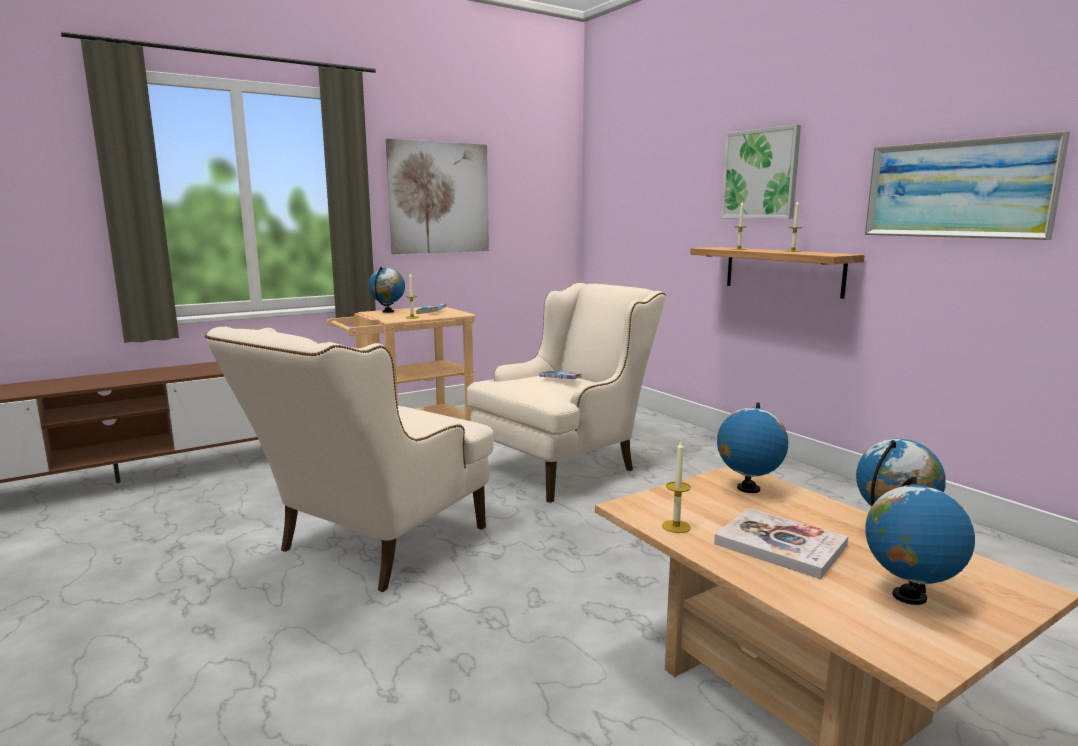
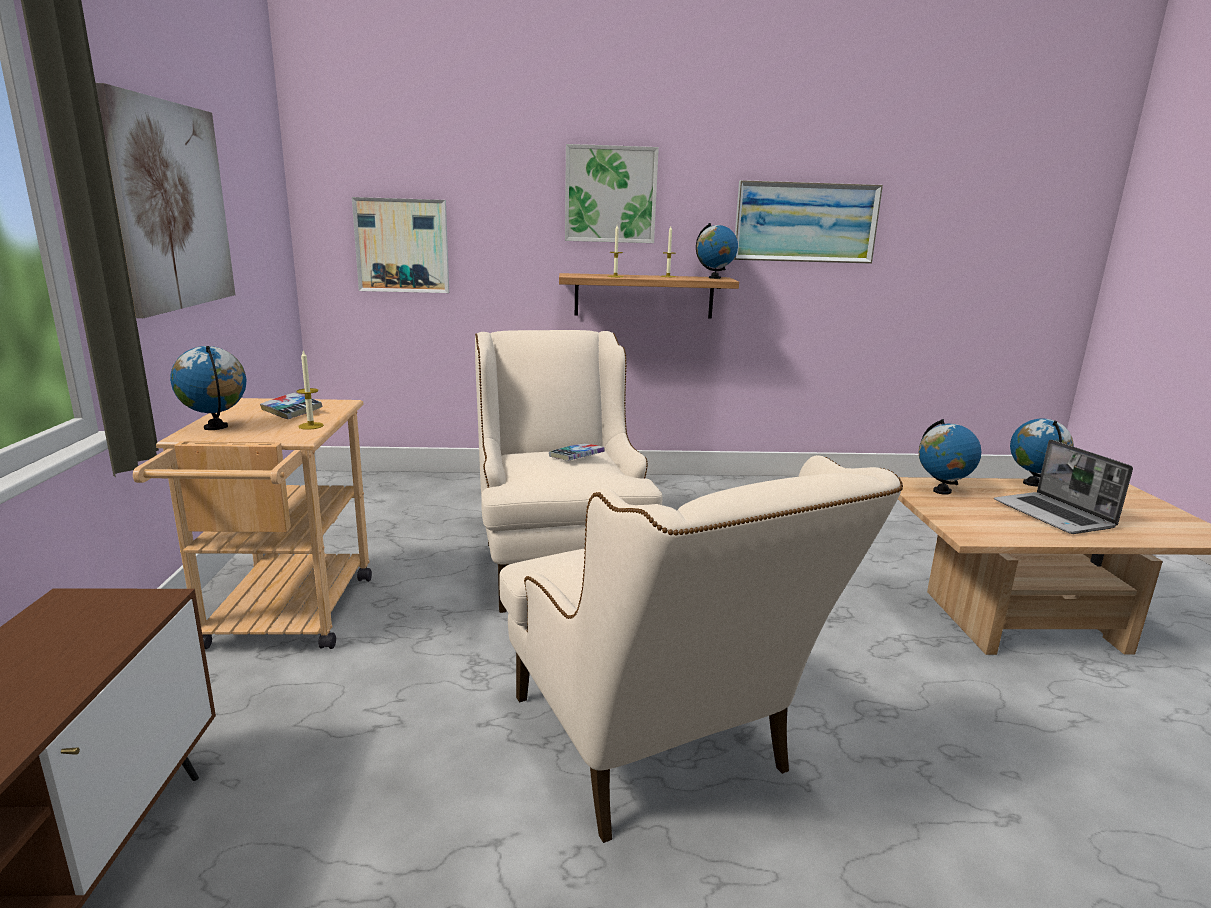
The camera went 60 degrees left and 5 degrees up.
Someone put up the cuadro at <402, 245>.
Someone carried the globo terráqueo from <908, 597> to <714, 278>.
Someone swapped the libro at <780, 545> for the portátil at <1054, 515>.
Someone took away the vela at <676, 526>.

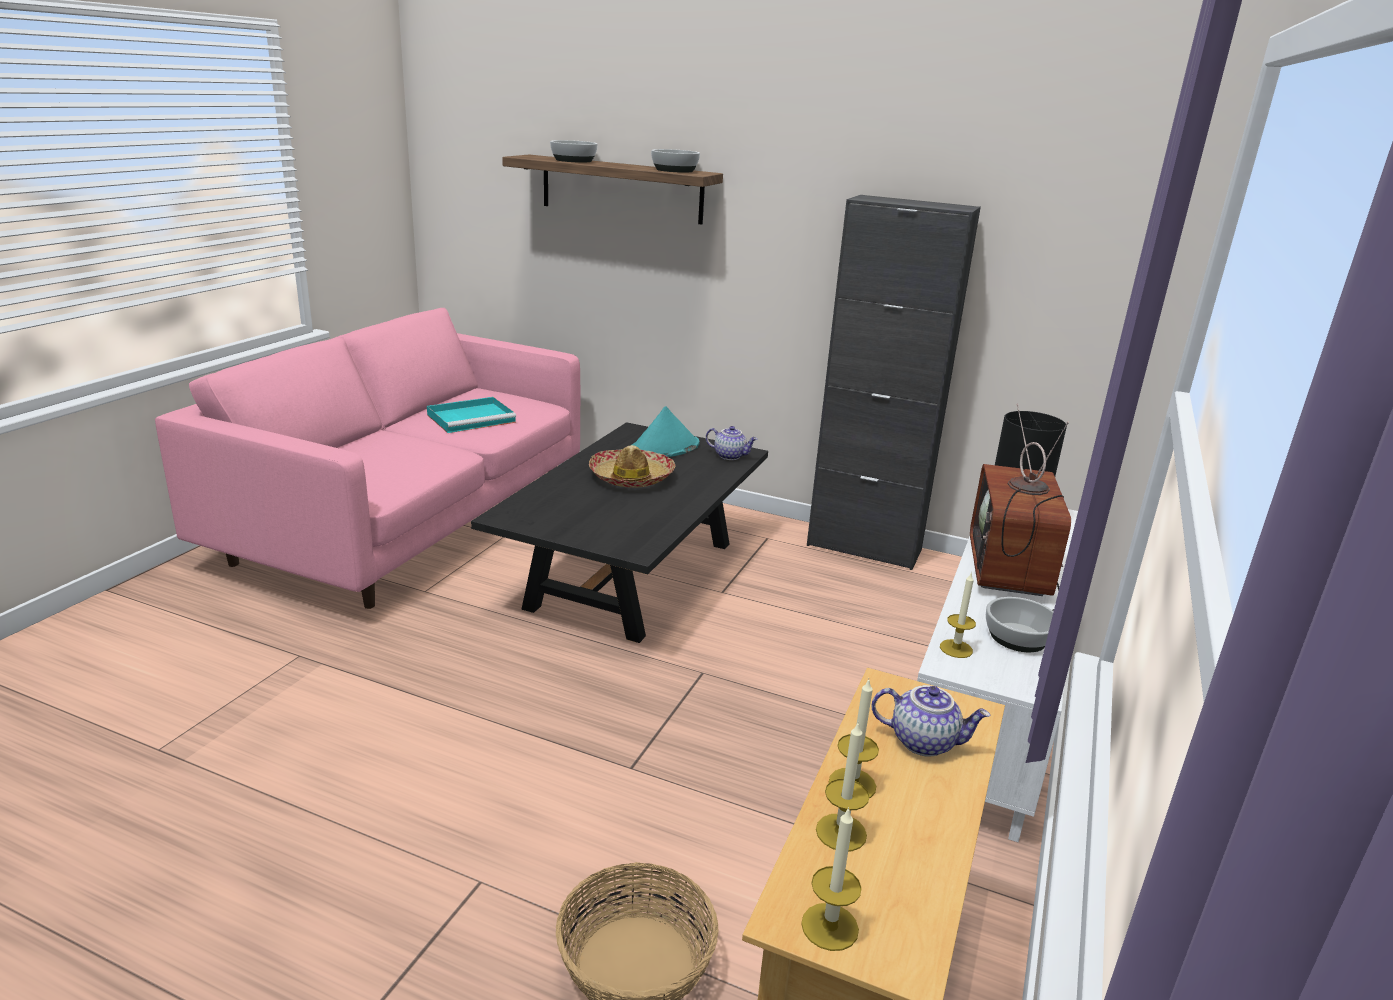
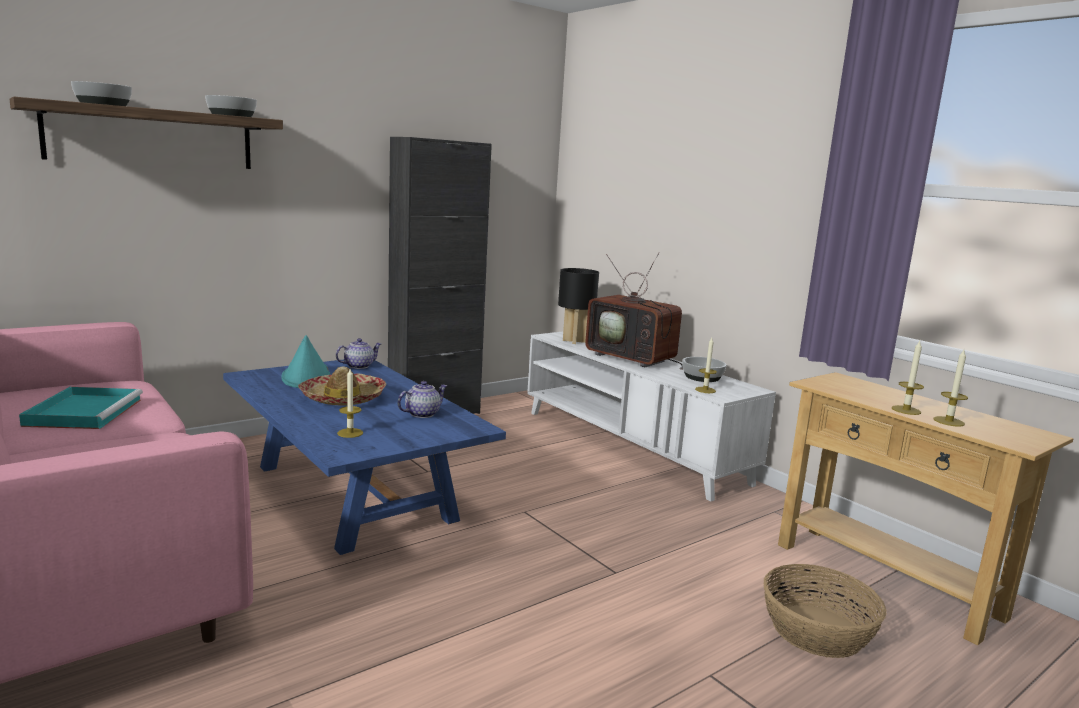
The camera went 60 degrees left and 10 degrees down.
Someone repainted the mesa de centro (negro) at <632, 574>, which became the mesa de centro (azul) at <353, 493>.
Someone carried the vela from <830, 926> to <350, 433>.
Someone carried the tetera from <924, 741> to <422, 414>.

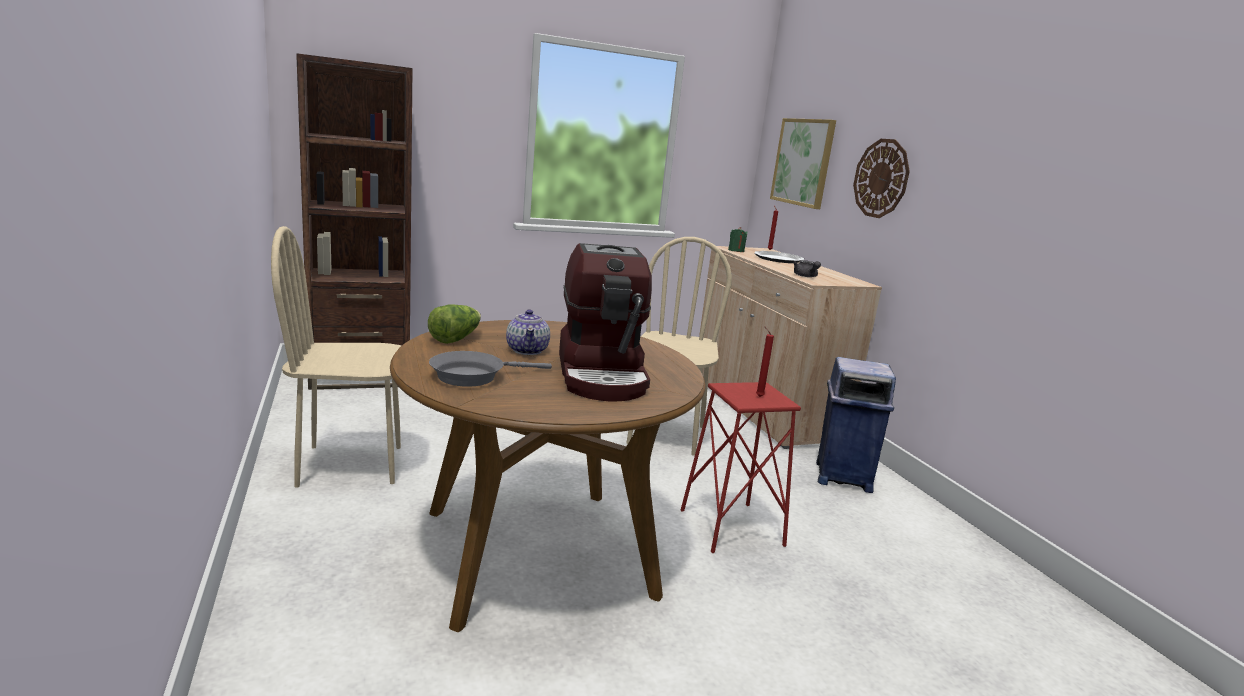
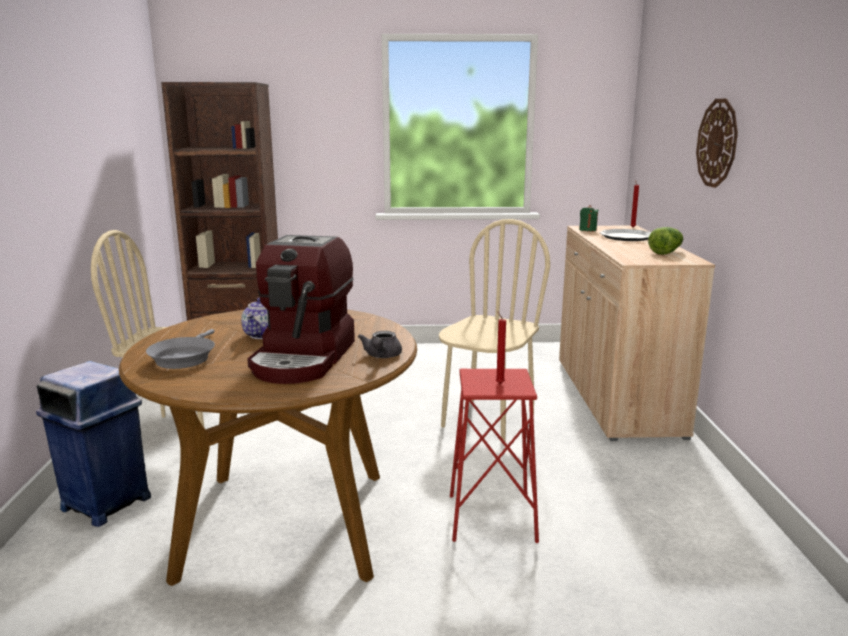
The camera went 20 degrees right and 0 degrees up.
Someone carried the papelera (azul) from <841, 476> to <105, 503>.
Someone rotated the sartén (gris) at <473, 376> by 75 degrees counterclockwise.
Someone carried the tetera (gris) from <806, 276> to <381, 356>.
Someone carried the lechuga from <455, 338> to <665, 252>.
Someone took away the cuadro at <803, 162>.

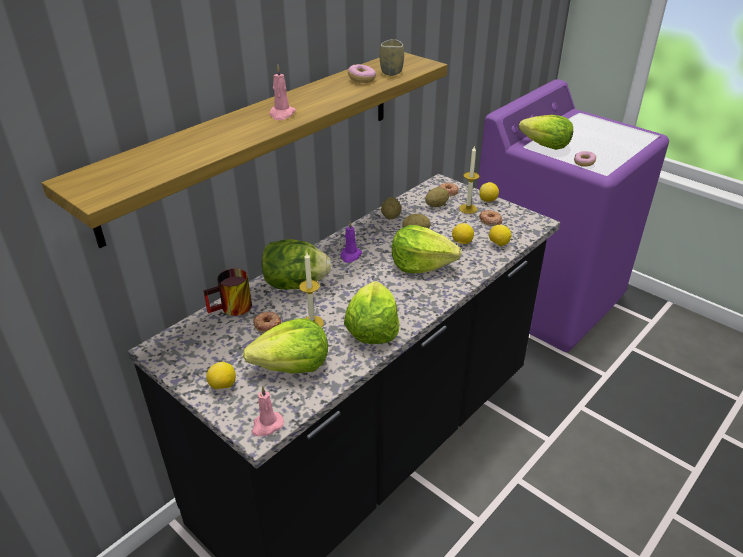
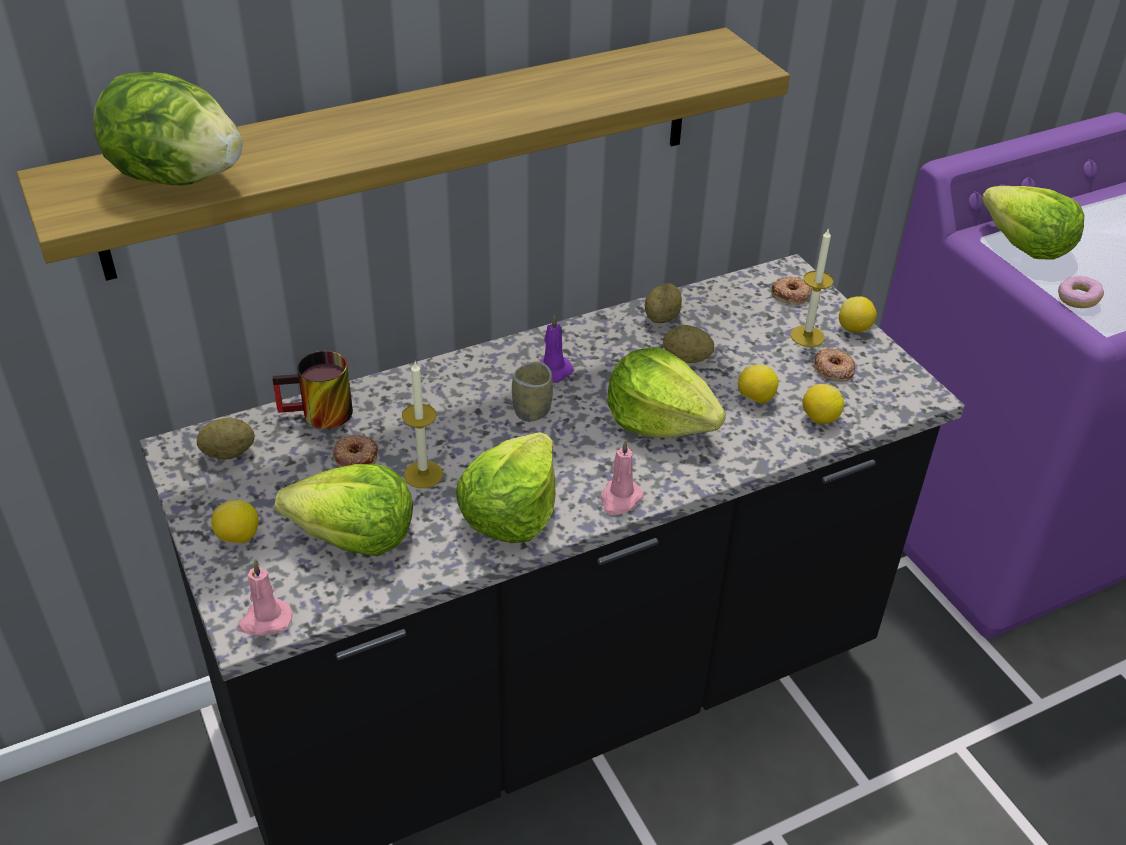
The camera went 20 degrees right and 5 degrees up.
Someone carried the lechuga from <295, 284> to <176, 178>.
Someone carried the patata from <436, 205> to <228, 453>.
Someone carried the taza from <391, 72> to <532, 411>.
Someone carried the vela (rosa) from <282, 114> to <620, 499>.
Someone took away the rosquilla at <362, 80>.

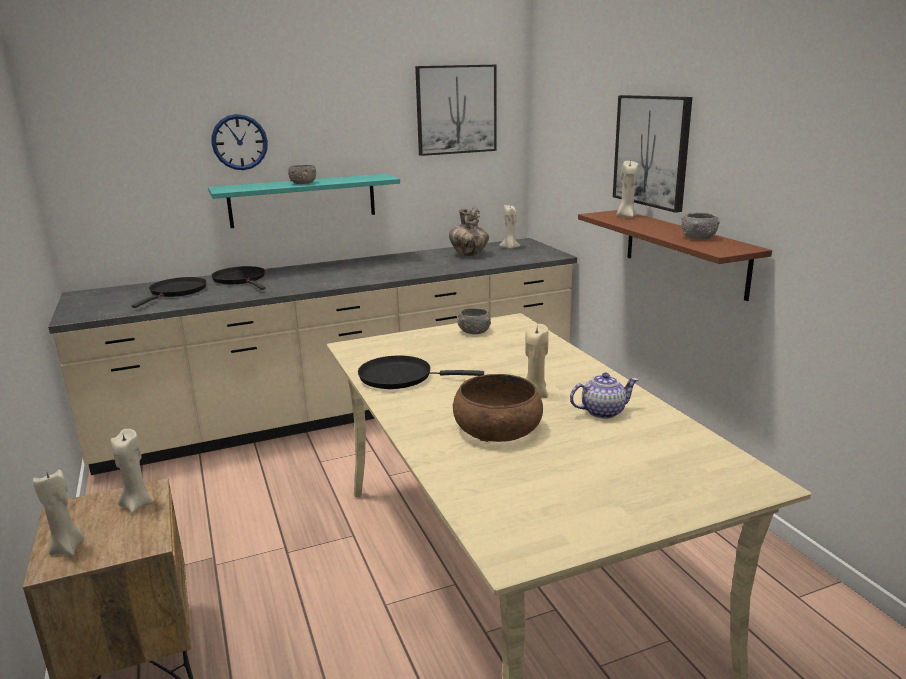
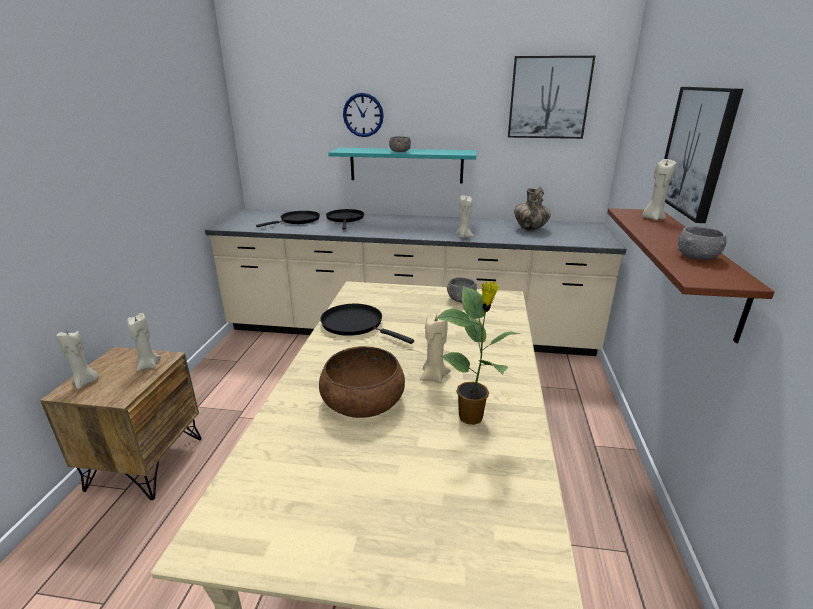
The camera went 30 degrees right and 5 degrees up.
Someone swapped the tetera at <603, 411> for the planta en maceta at <472, 417>.
Someone carried the vela (beis) from <509, 248> to <463, 236>.

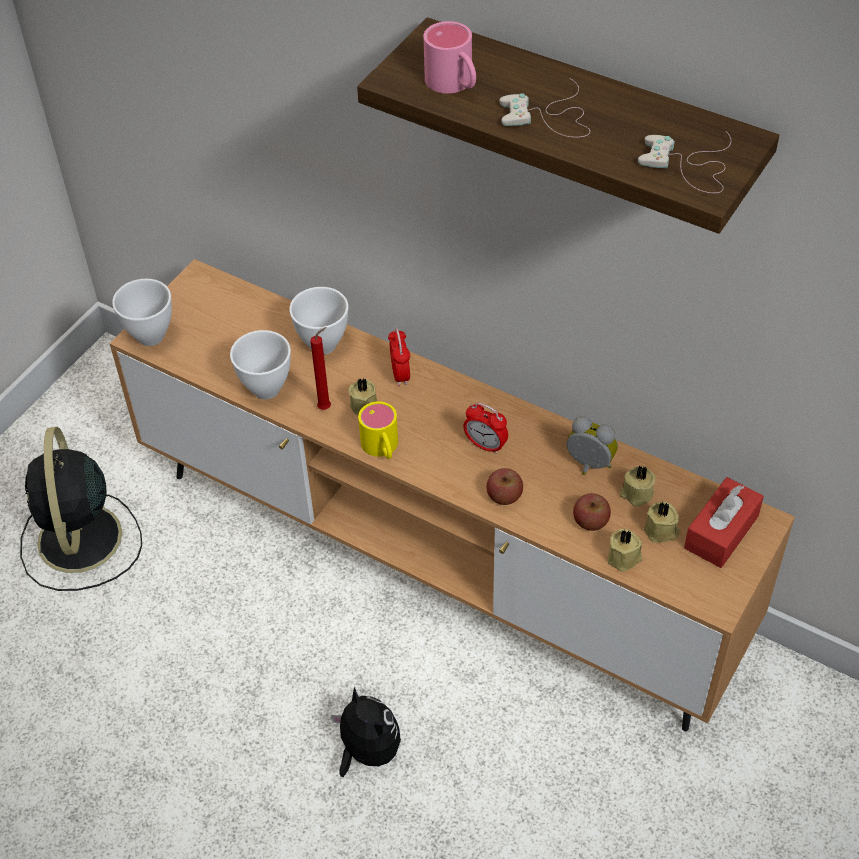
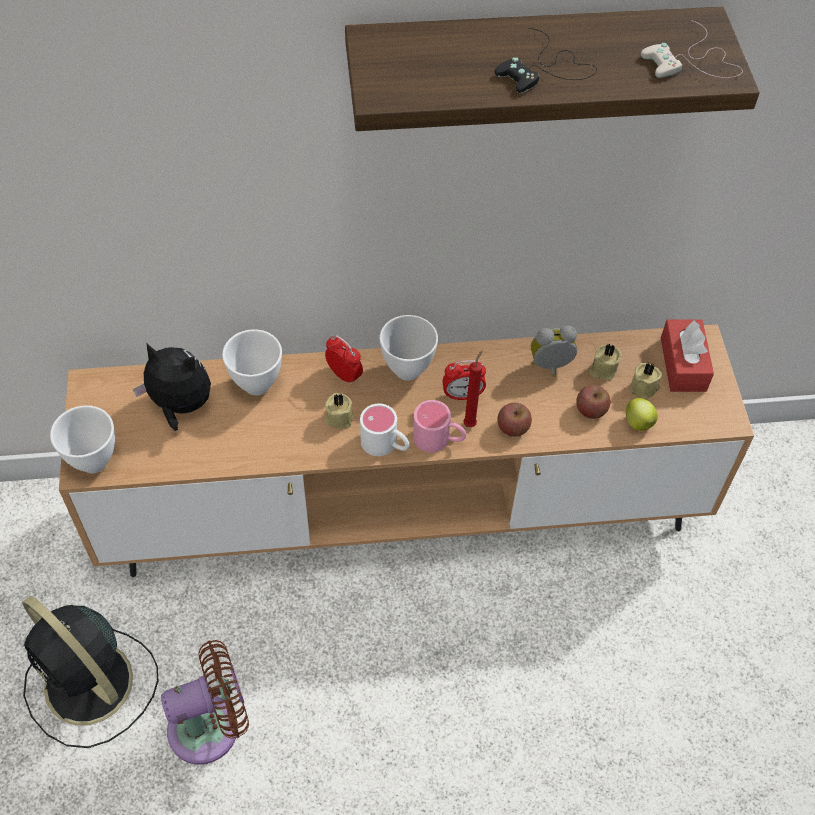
The camera went 40 degrees left and 5 degrees up.
Someone carried the peluche from <367, 751> to <180, 406>.
Someone put down the ventilador (marrón) at <211, 726>.
Someone repainted the taza grande (amarillo) at <382, 448>, which became the taza grande (blanco) at <386, 445>.
Someone carried the cuenco (blanco) from <267, 390> to <409, 370>.
Someone carried the taza grande (rosa) from <454, 84> to <439, 439>.
Someone carried the vela (rojo) from <326, 407> to <470, 423>.
Someone repainted the mando de consola (blanco) at <549, 117>, which became the mando de consola (negro) at <546, 69>.
Someone swapped the vela (beis) at <624, 558> for the manzana at <638, 424>.

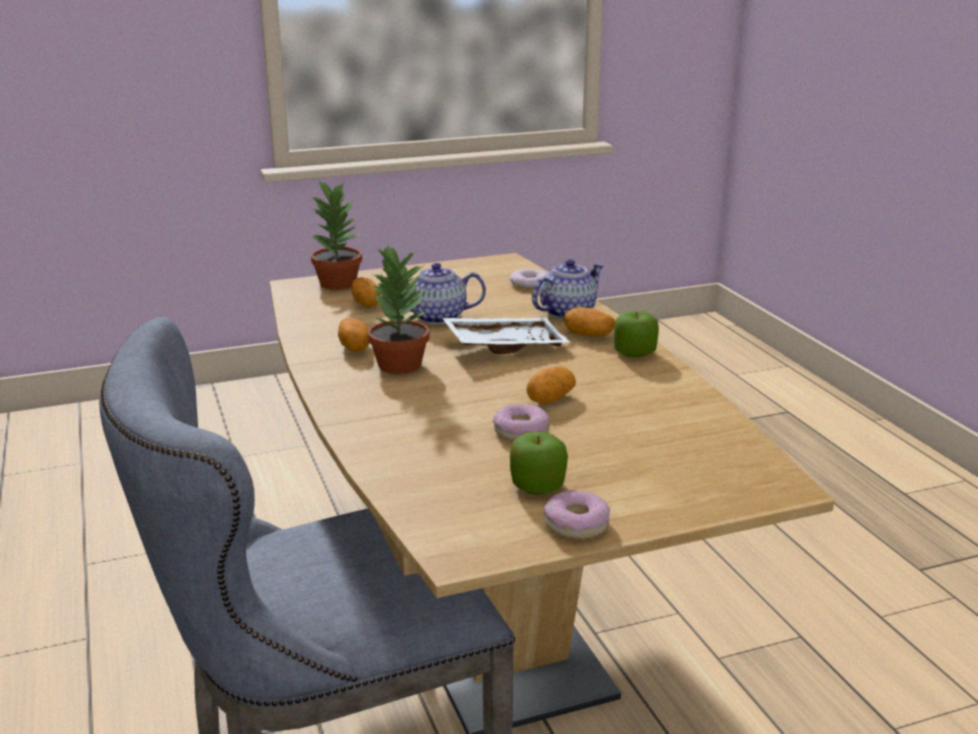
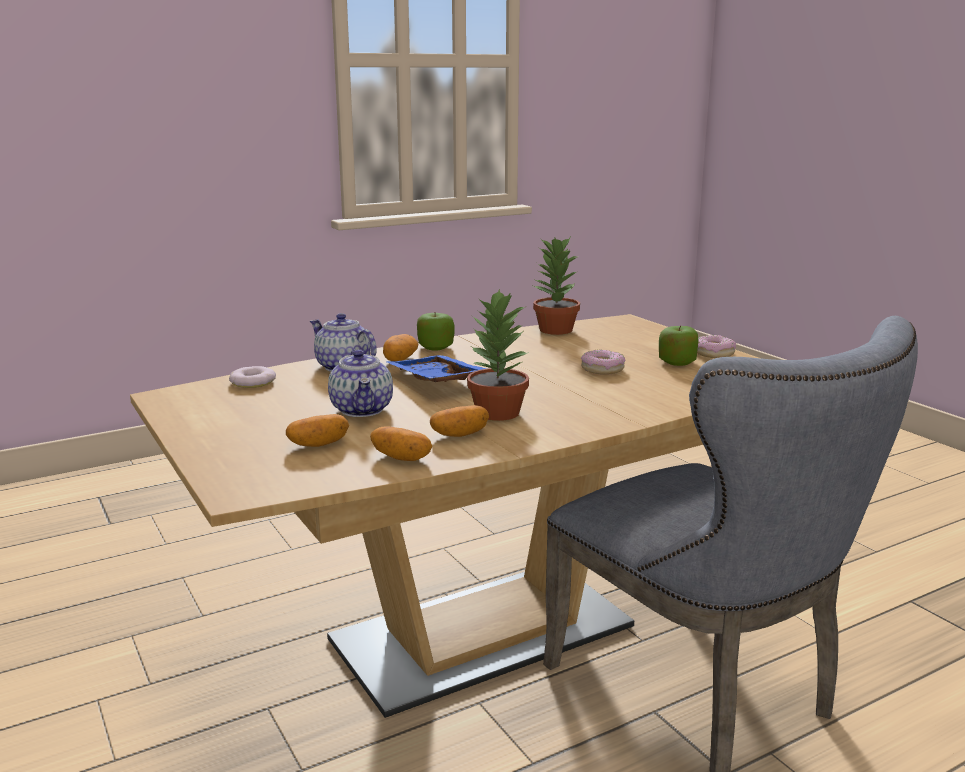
The camera went 100 degrees left and 5 degrees down.
Someone carried the patata from <550, 399> to <401, 458>.
Someone repainted the bandeja (blanco) at <504, 345>, which became the bandeja (azul) at <433, 382>.
Someone carried the planta en maceta from <338, 283> to <555, 330>.

